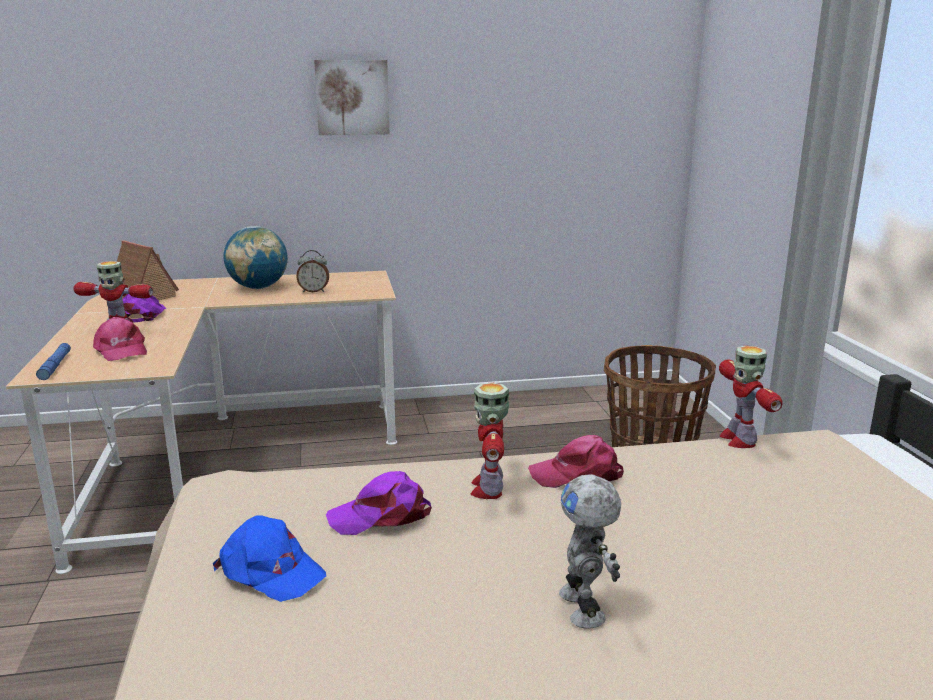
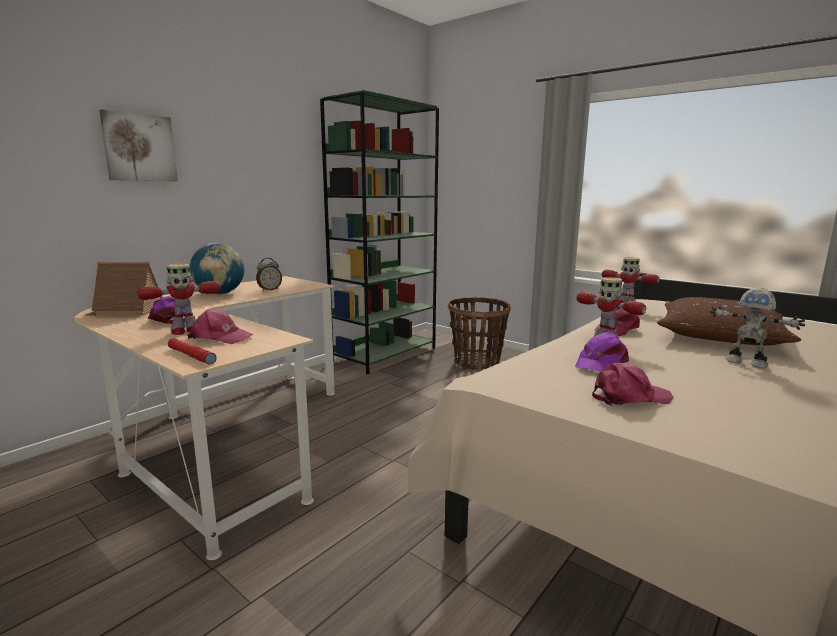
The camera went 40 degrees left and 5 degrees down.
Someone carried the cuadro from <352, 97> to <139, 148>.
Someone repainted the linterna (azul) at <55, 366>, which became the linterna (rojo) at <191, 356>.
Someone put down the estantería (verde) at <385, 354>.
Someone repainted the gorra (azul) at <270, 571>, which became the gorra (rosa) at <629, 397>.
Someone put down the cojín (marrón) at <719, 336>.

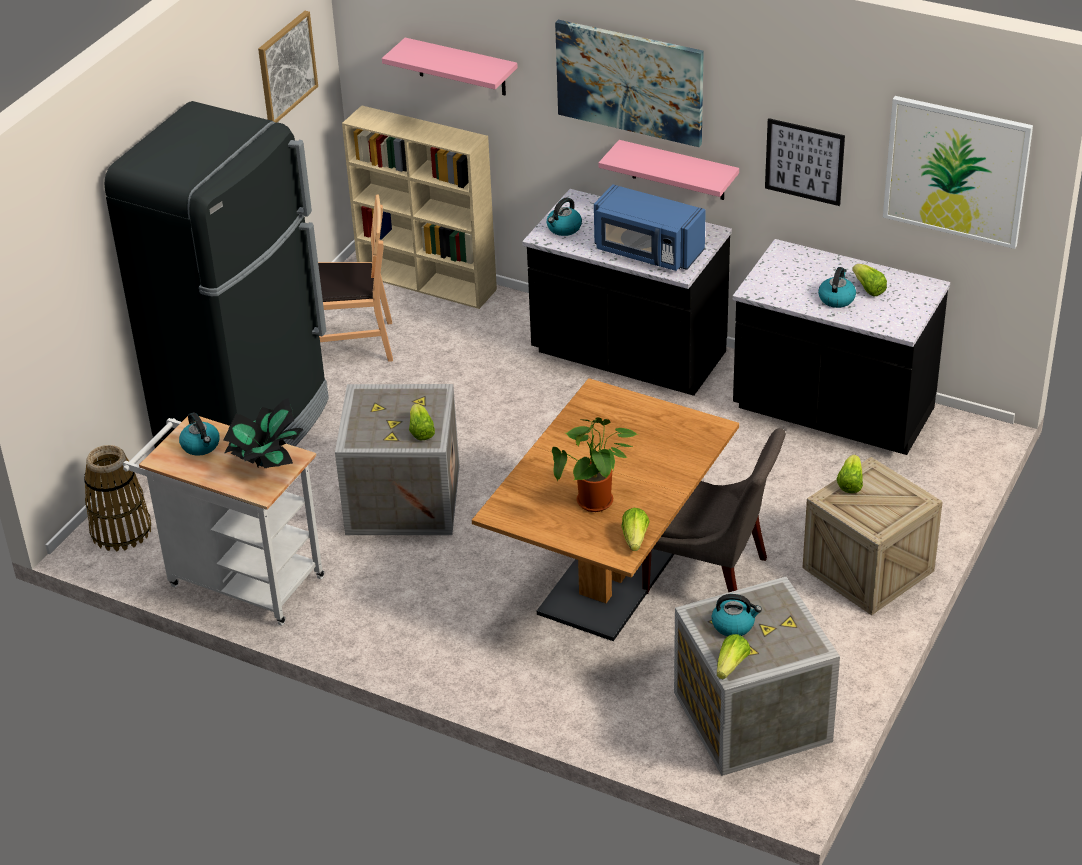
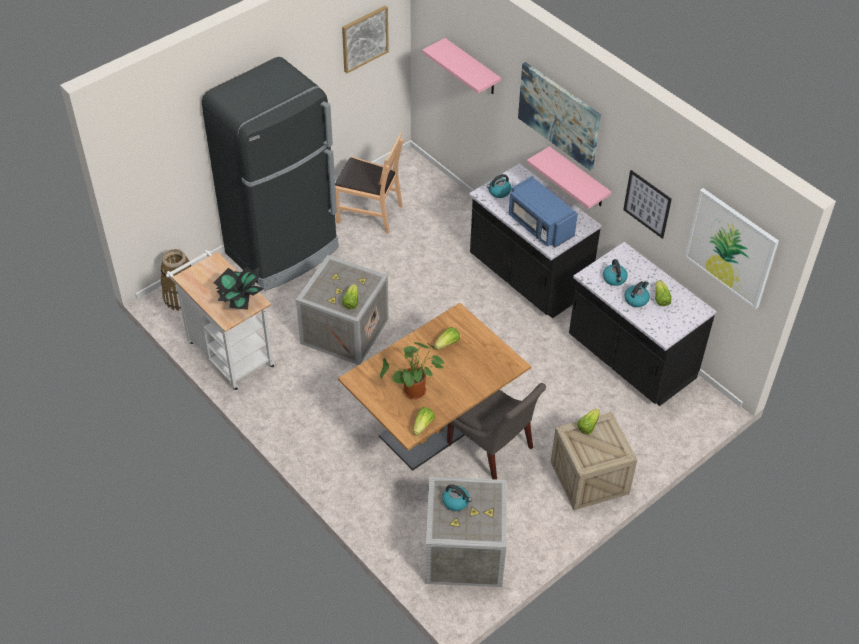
The camera went 20 degrees right and 10 degrees up.
Someone carried the lechuga from <731, 666> to <447, 344>.
Someone carried the hervidor from <201, 446> to <614, 279>.
Someone took away the estantería (beis) at <428, 282>.

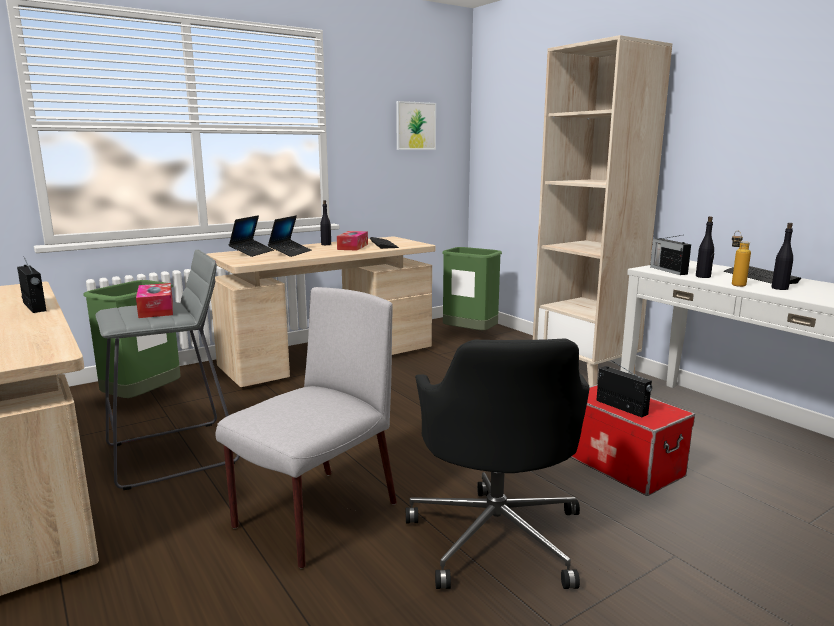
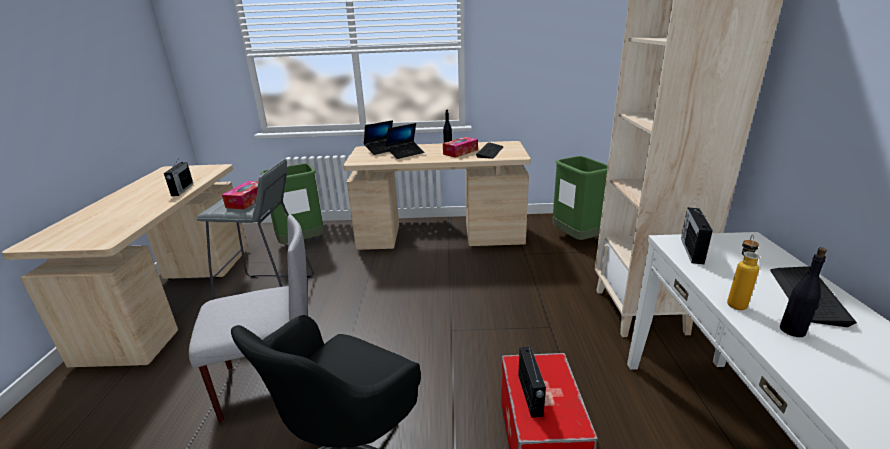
The camera went 35 degrees right and 10 degrees up.
Someone took away the cuadro at <415, 126>.
Someone took away the botella (negro) at <703, 276>.

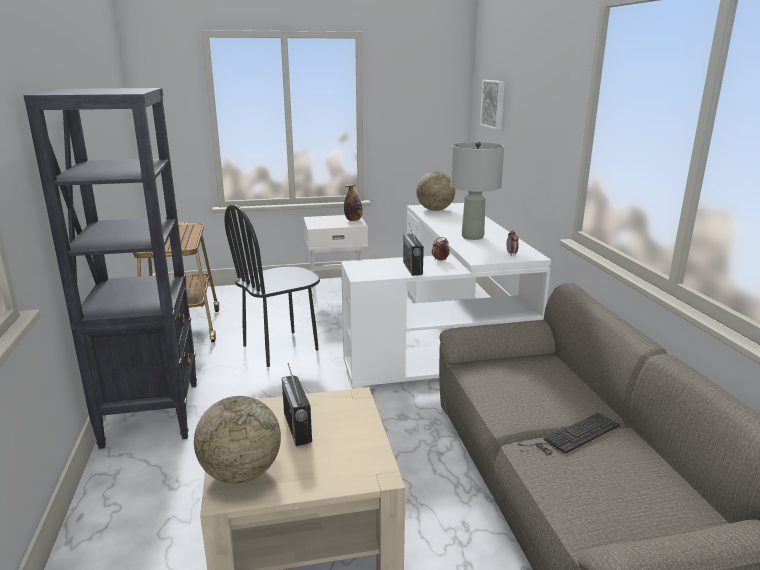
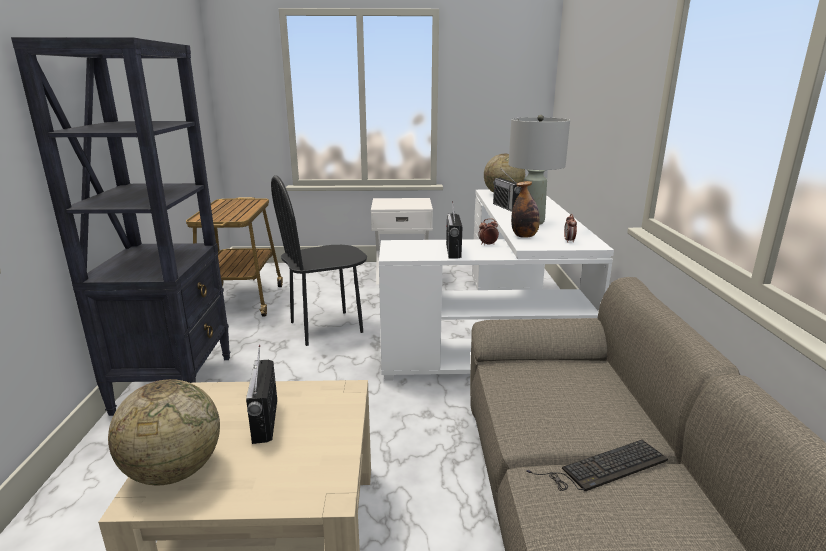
The camera went 10 degrees right and 0 degrees up.
Someone put down the radio at <506, 207>.
Someone carried the botella from <353, 220> to <524, 236>.
Someone took away the cuadro at <494, 104>.

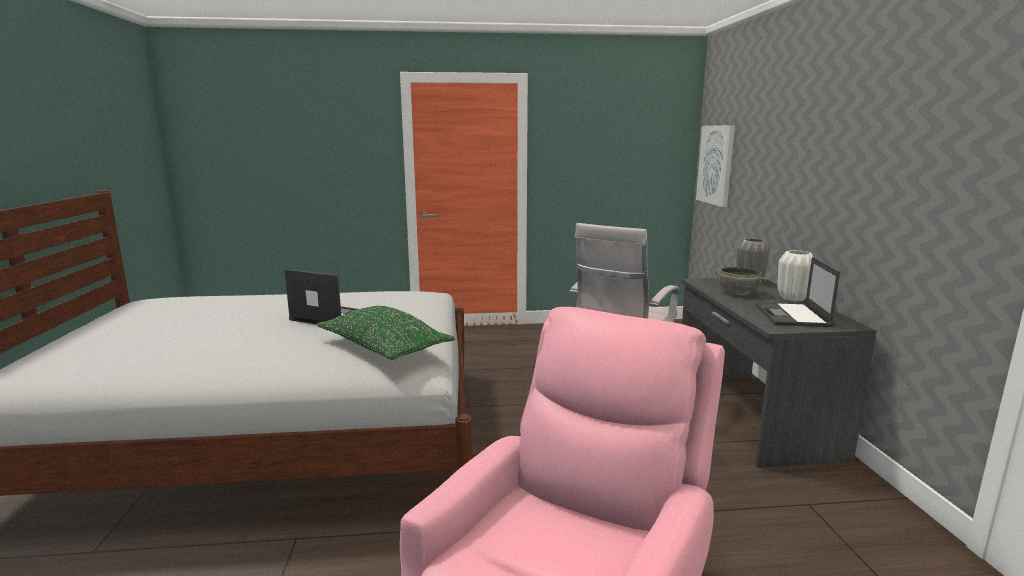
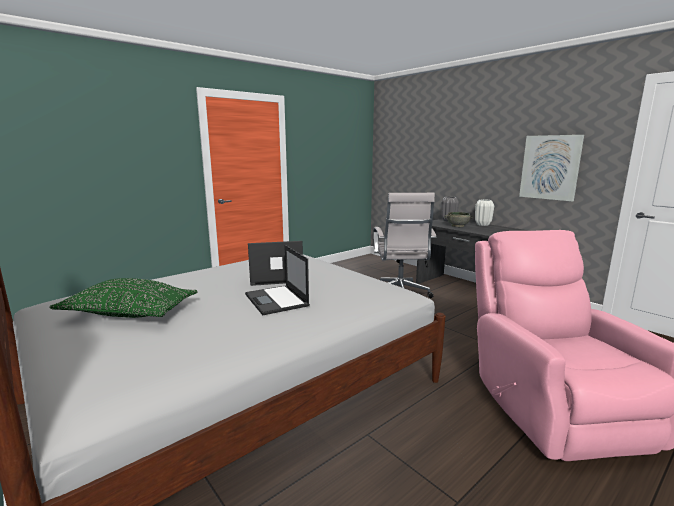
The camera went 35 degrees left and 0 degrees up.
Someone carried the cojín (verde) from <384, 348> to <129, 313>.
Someone carried the portátil from <792, 316> to <277, 300>.
Someone carried the cuadro from <716, 165> to <550, 167>.

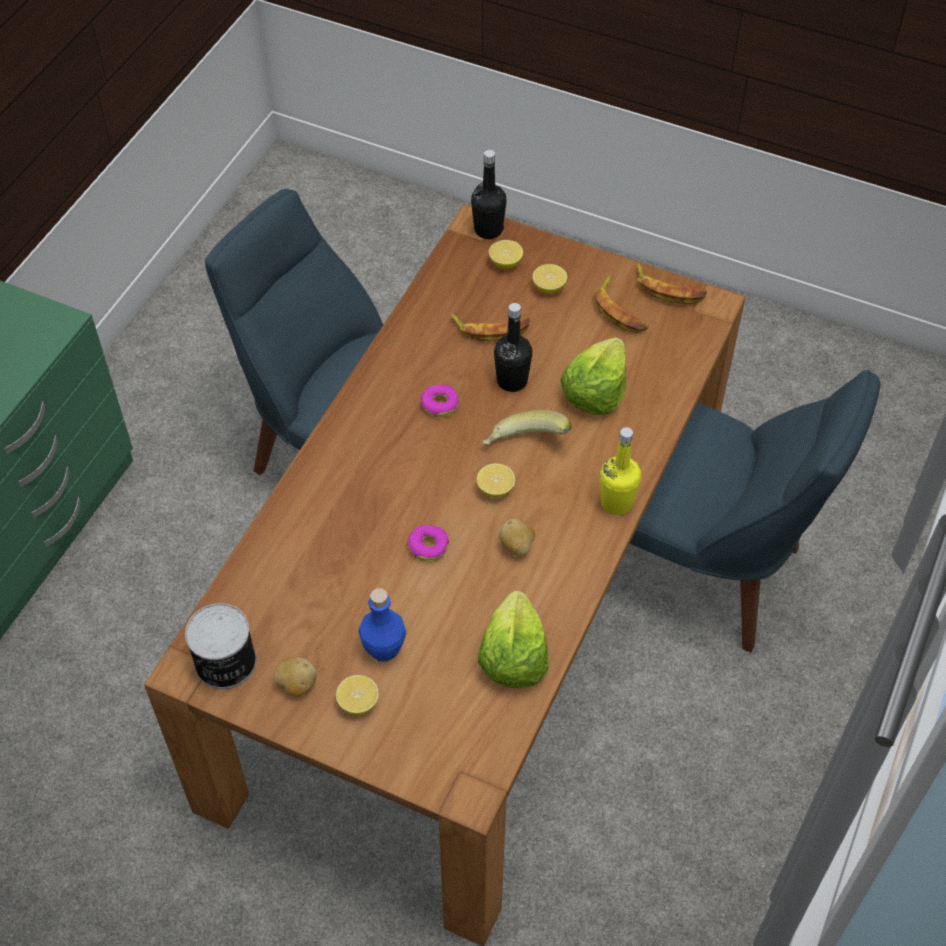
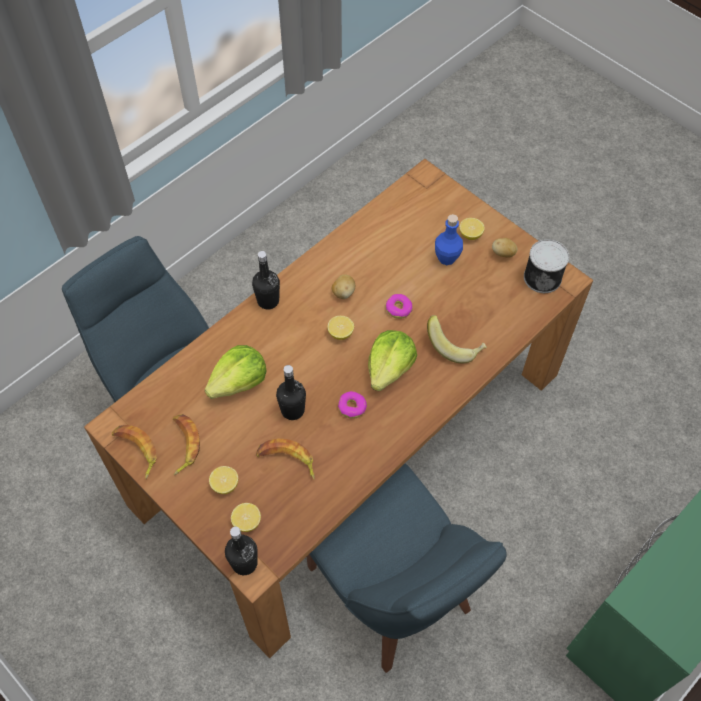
The camera went 160 degrees left and 5 degrees up.
Someone repainted the botella (amarillo) at <616, 502>, which became the botella (negro) at <268, 301>.
Someone carried the lechuga from <513, 657> to <390, 368>.
Someone carried the plátano from <525, 446> to <455, 345>.

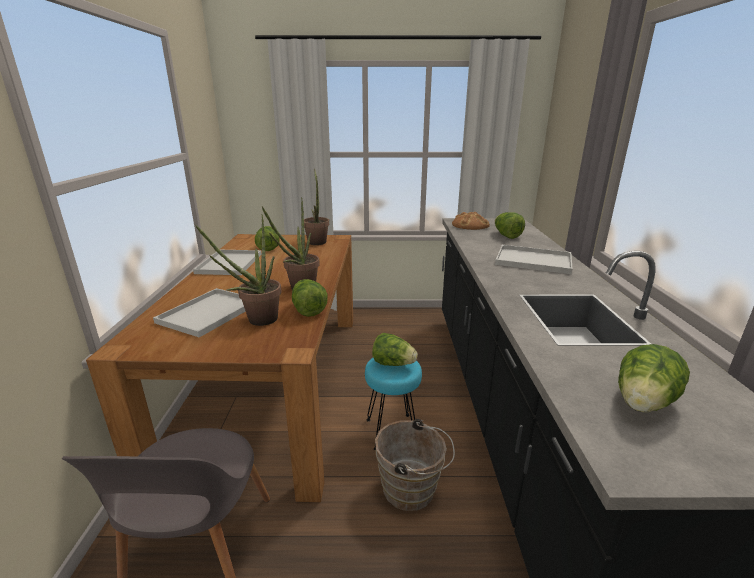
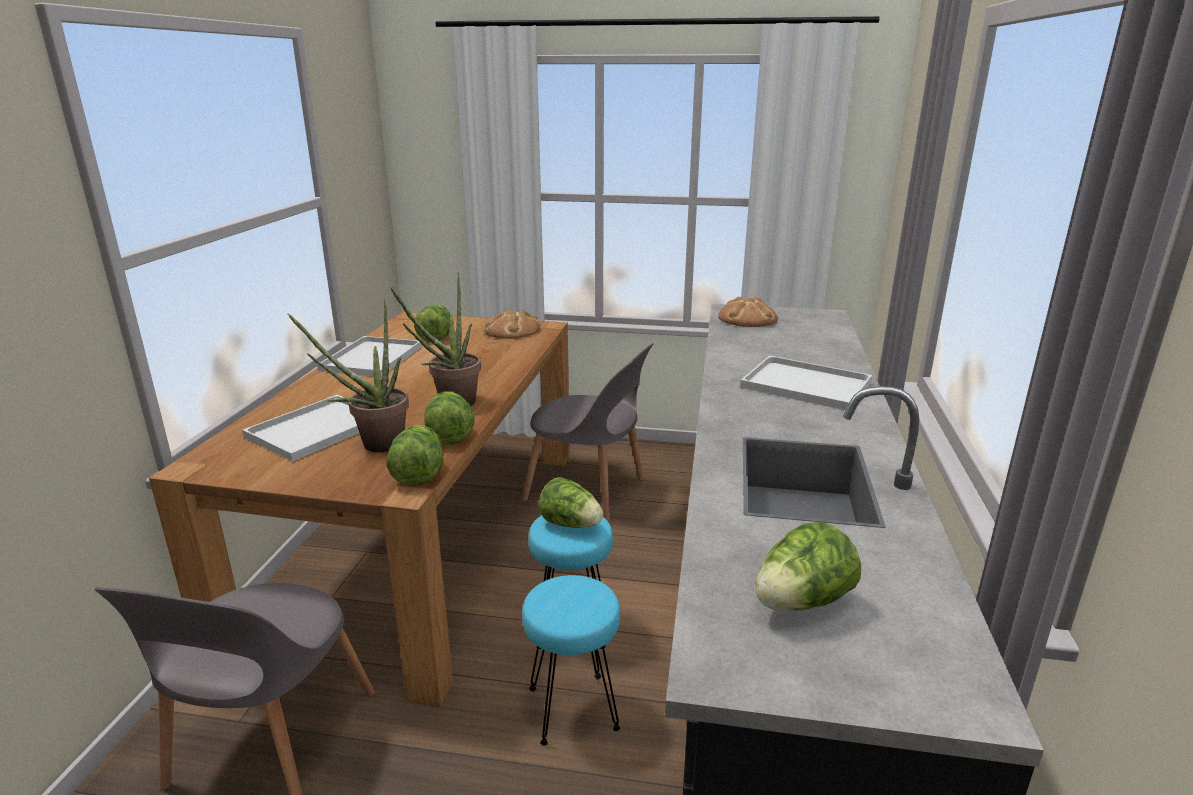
The camera went 10 degrees right and 0 degrees up.
Someone carried the lechuga from <506, 235> to <418, 474>.
Someone swapped the planta en maceta at <317, 241> for the pan at <511, 330>.
Someone put down the silla (gris) at <589, 491>.
Someone swapped the cubo (marrón) at <412, 490> for the taburete (turquesa) at <572, 710>.

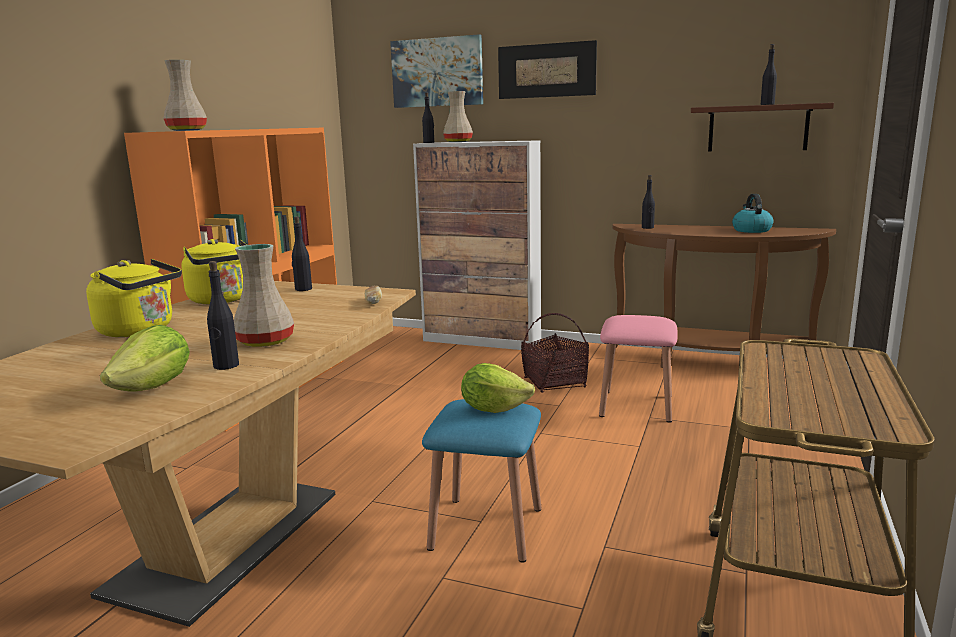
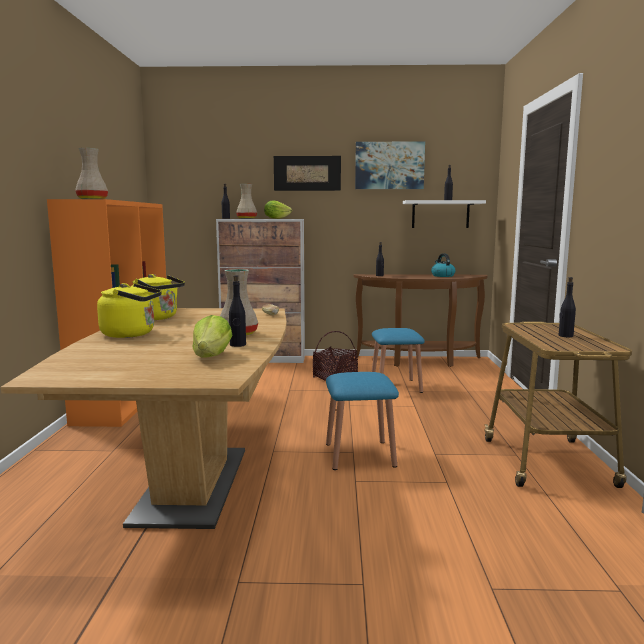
The camera went 20 degrees left and 5 degrees down.
Someone carried the lechuga from <493, 408> to <276, 218>.
Someone carried the cuadro from <437, 72> to <389, 165>.
Someone repainted the taburete (rosa) at <636, 406>, which became the taburete (azul) at <396, 386>.
Someone repainted the estante (marrón) at <758, 128>, which became the estante (blanco) at <440, 214>.
Someone carried the botella (negro) from <303, 289> to <565, 336>.

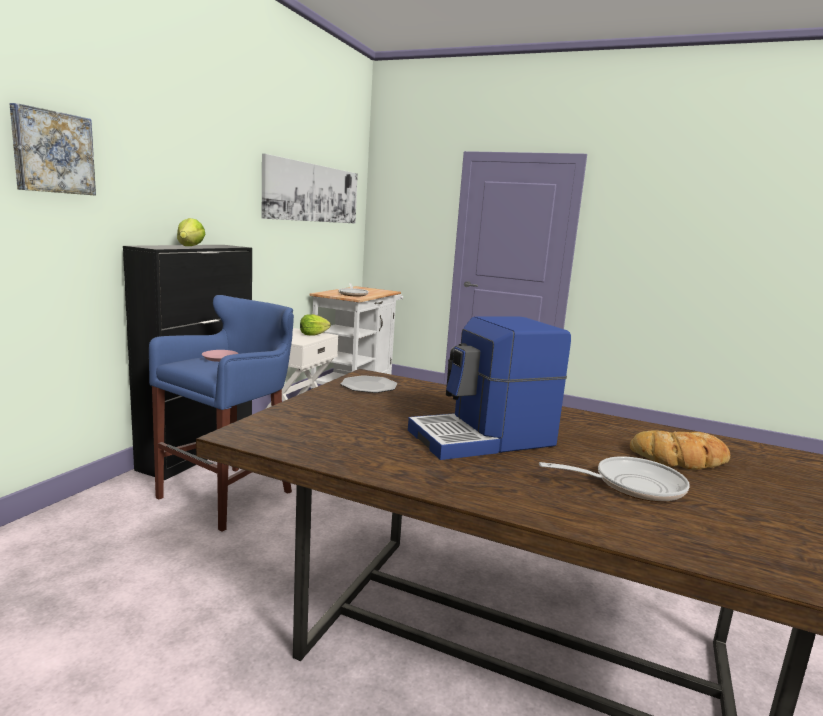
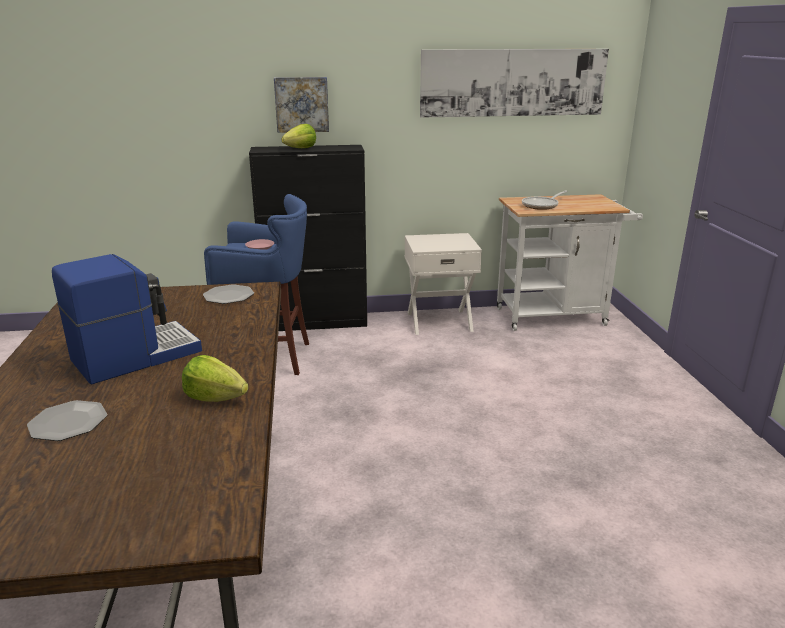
The camera went 60 degrees right and 10 degrees up.
Someone swapped the sartén at <631, 485> for the plato at <68, 422>.
Someone rotated the cafetera at <484, 439> by 105 degrees clockwise.
Someone carried the lechuga from <313, 334> to <215, 397>.
Someone carried the cuadro from <52, 152> to <301, 104>.
Someone took away the pan at <681, 459>.

